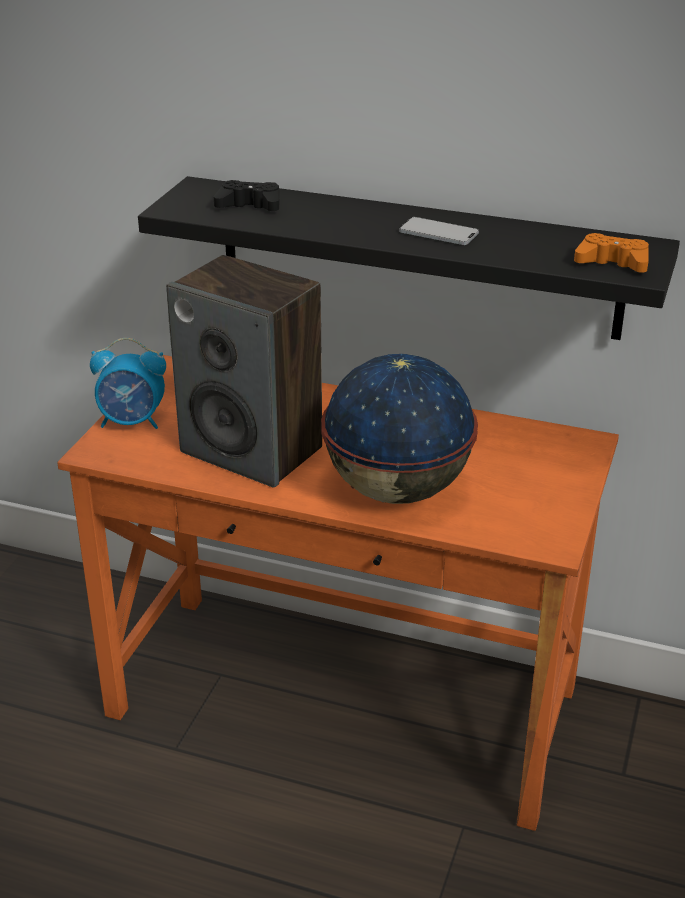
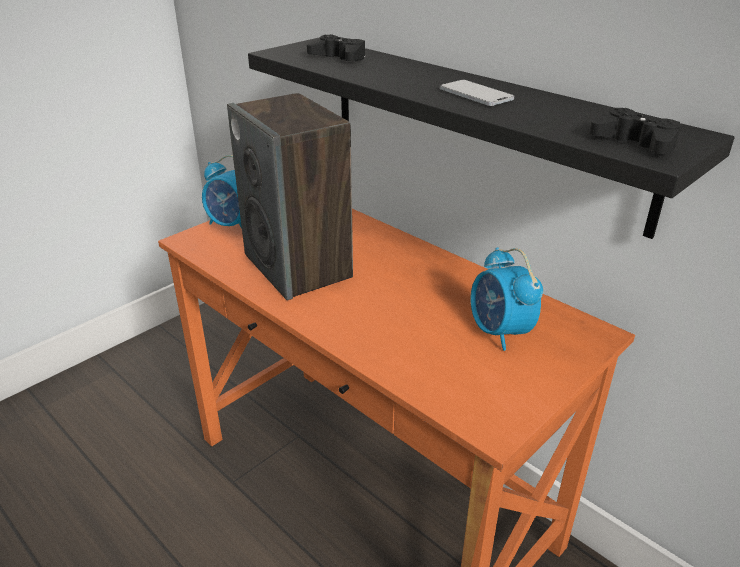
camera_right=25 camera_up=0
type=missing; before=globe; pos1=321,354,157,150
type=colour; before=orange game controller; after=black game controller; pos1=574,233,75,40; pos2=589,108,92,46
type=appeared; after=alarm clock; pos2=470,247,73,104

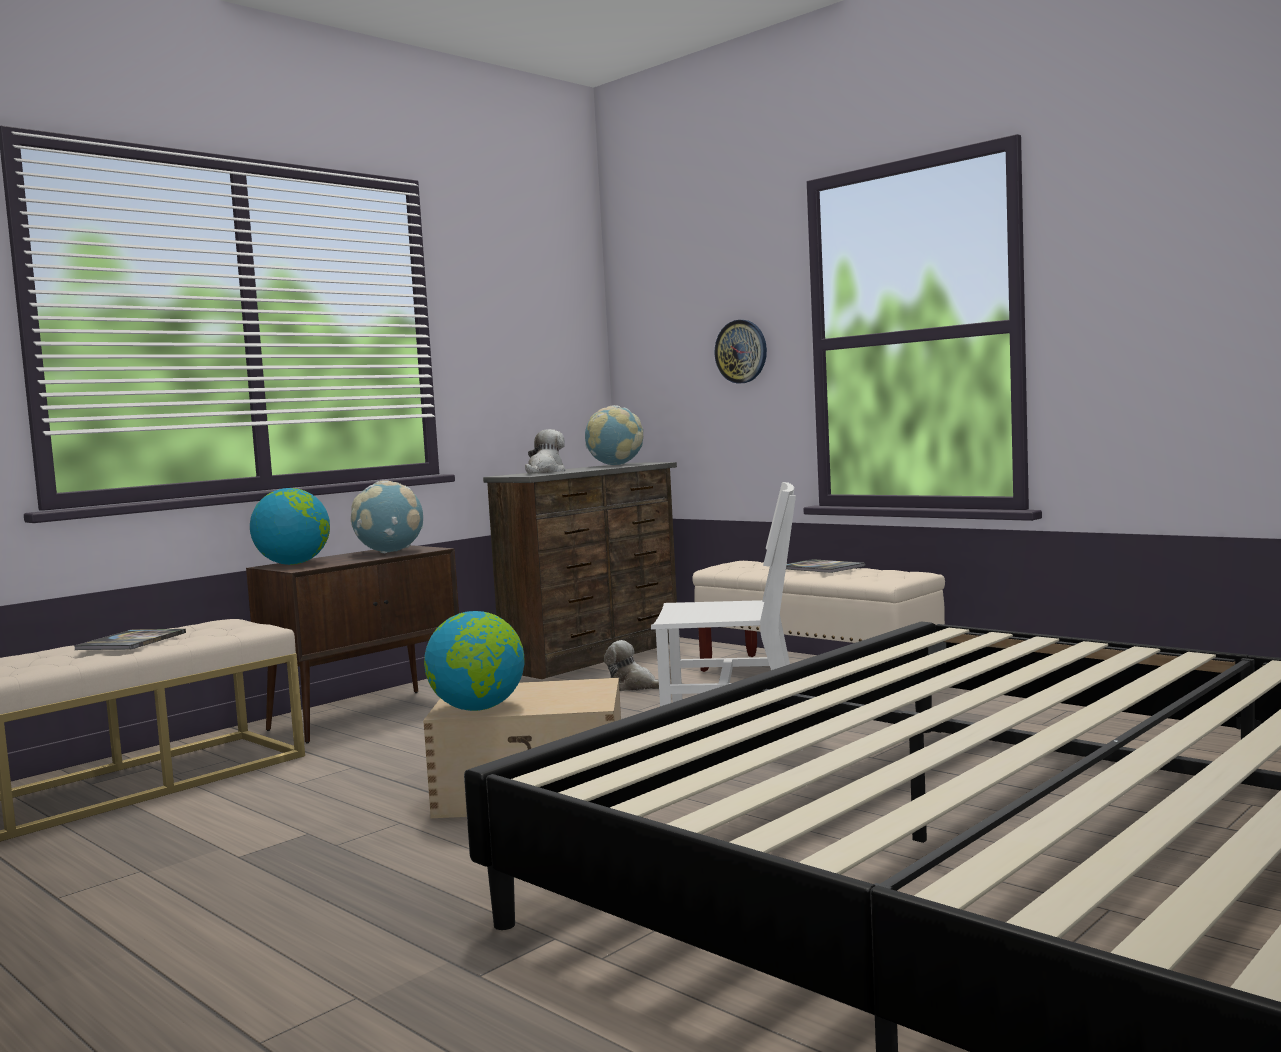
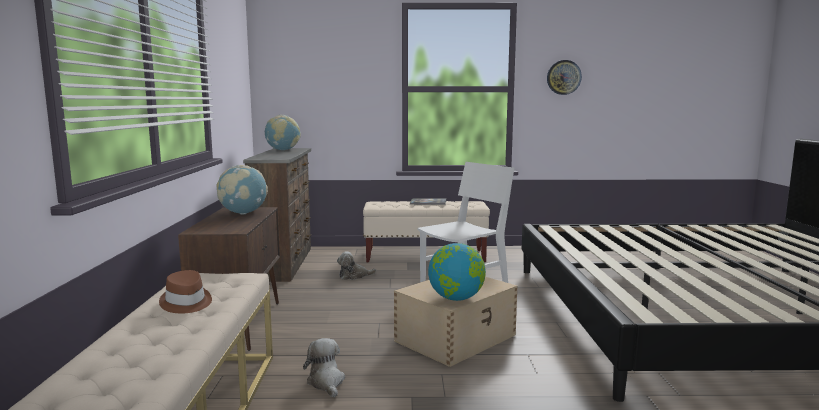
camera_right=-45 camera_up=5
type=exchanged; before=book; after=brown hat; pos1=74,629,112,21; pos2=159,270,53,43
type=missing; before=globe; pos1=250,488,80,77
type=relocated; before=plush toy; pos1=525,429,40,45; pos2=303,338,42,60
type=relocated; before=wall clock; pos1=715,320,52,64; pos2=547,60,35,35

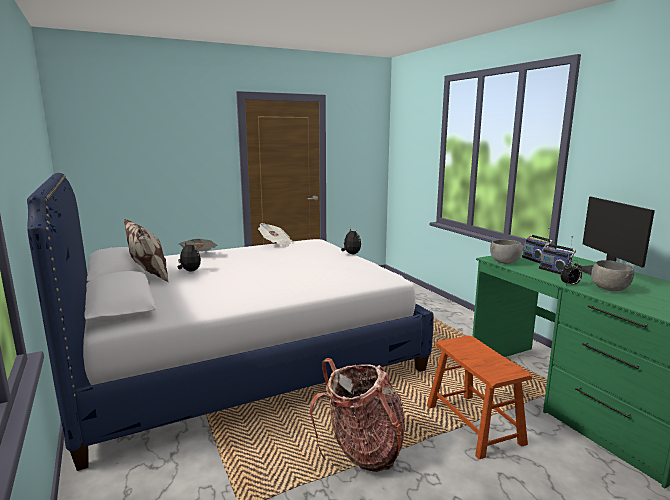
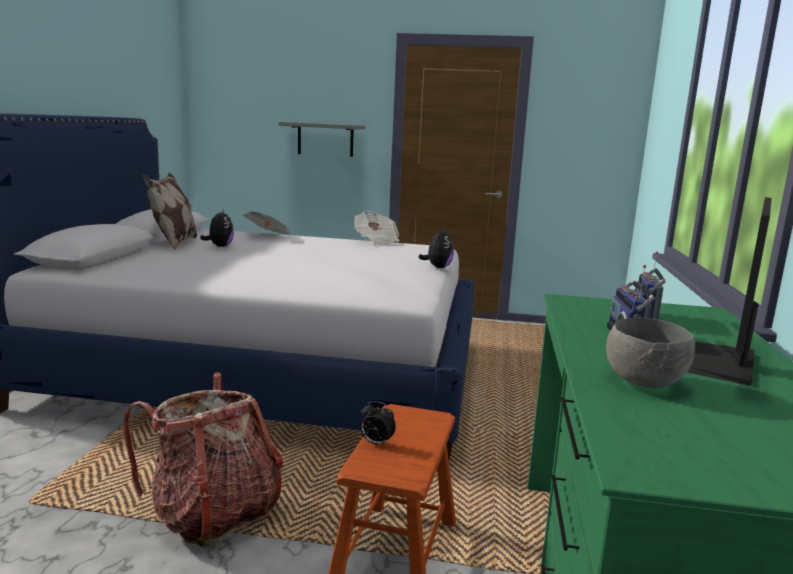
camera_right=35 camera_up=0
type=missing; before=grey bowl; pos1=490,239,32,25
type=relocated; before=alarm clock; pos1=561,260,21,25; pos2=361,401,35,46
type=appeared; after=grey shelf; pos2=278,122,87,35

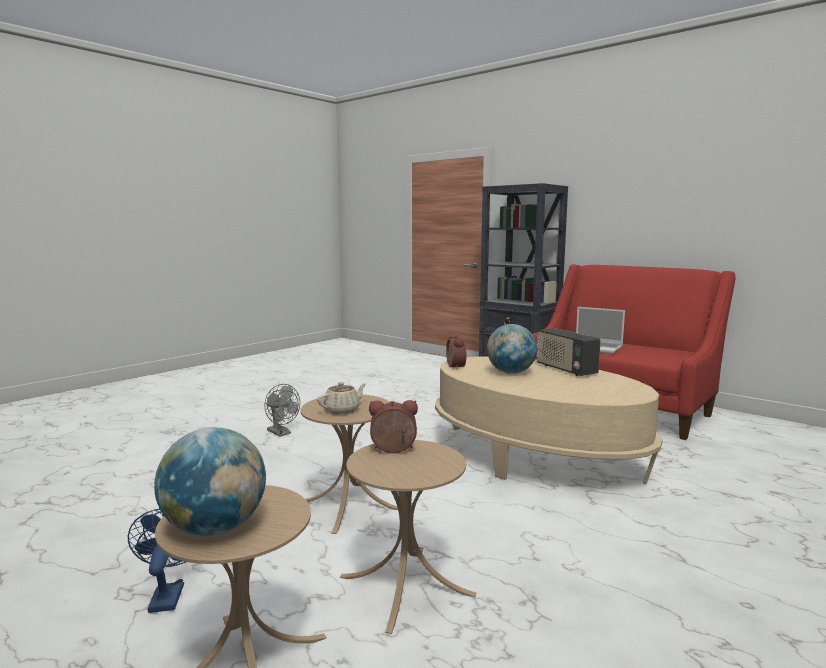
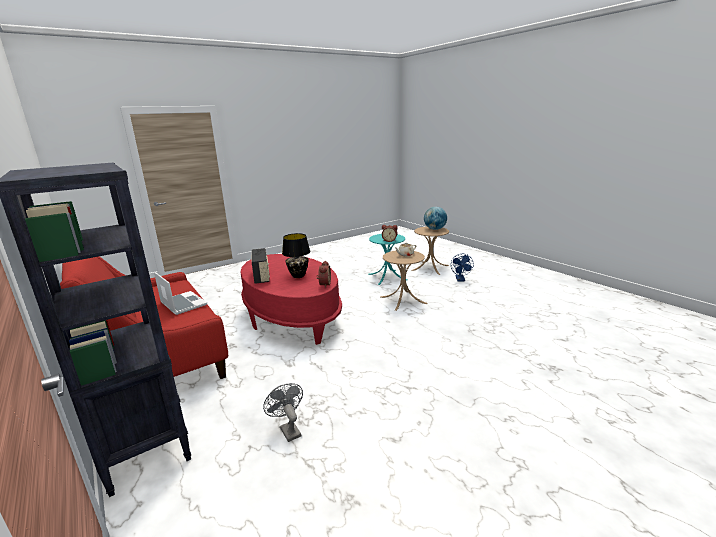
camera_right=-165 camera_up=10
type=relocated; before=grey fan; pos1=264,384,36,53; pos2=263,383,40,59
type=colour; before=beige side table; after=turquoise side table; pos1=340,440,136,194; pos2=368,234,40,51
type=colour; before=beige coffee table; after=red coffee table; pos1=435,356,228,128; pos2=240,254,102,91
type=exchanged; before=globe; after=black table lamp; pos1=487,324,50,50; pos2=282,233,28,45

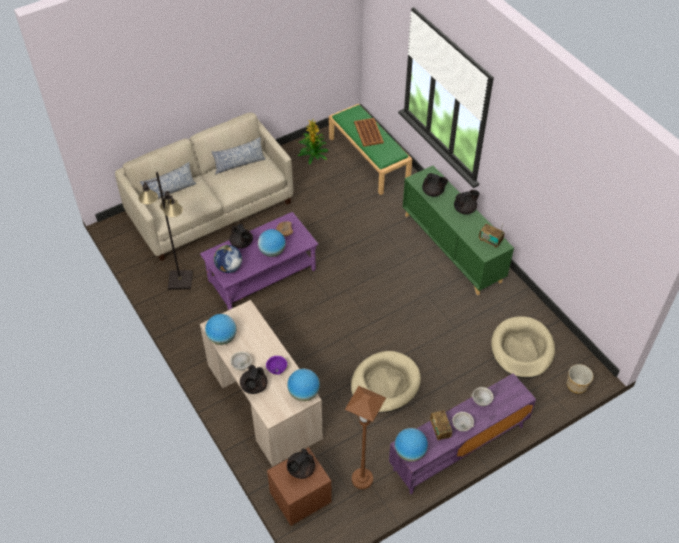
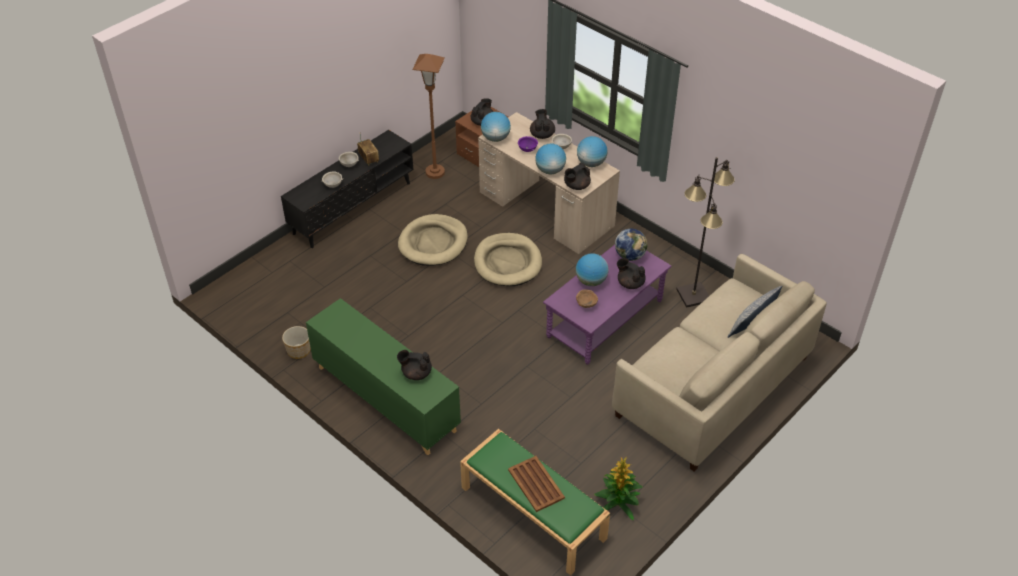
camera_right=165 camera_up=-5
type=missing; before=pillow; pos1=212,137,54,37
type=colour; before=purple tv stand; after=black tv stand; pos1=389,373,147,121; pos2=281,130,132,118
type=relocated; before=globe; pos1=395,428,33,34; pos2=535,144,31,30
type=relocated; before=black teapot; pos1=454,190,25,24; pos2=564,162,27,28
type=missing; before=radio; pos1=479,223,26,25
type=relocated; before=beige dog bed; pos1=491,316,64,62; pos2=474,233,68,53
type=relocated; before=planter; pos1=567,364,26,30; pos2=282,326,29,33

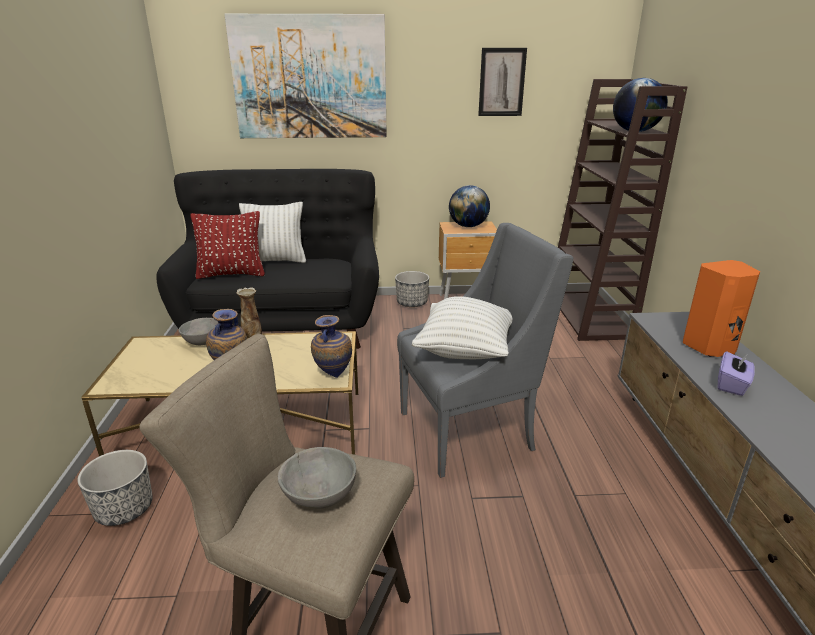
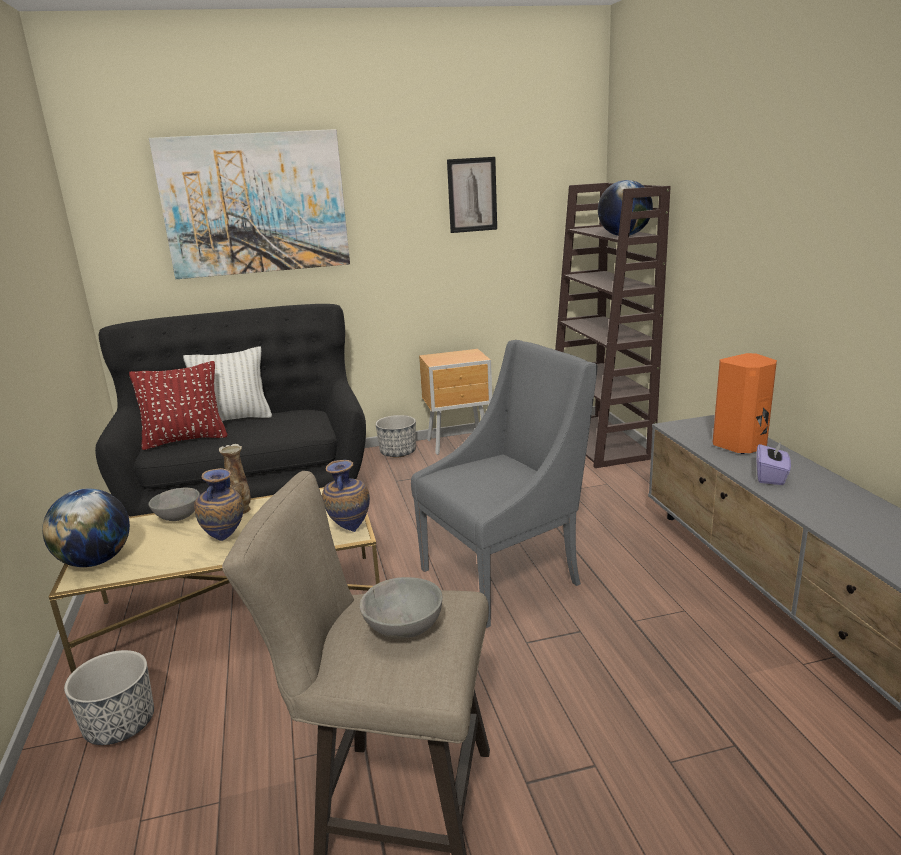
camera_right=-10 camera_up=-5
type=missing; before=white pillow; pos1=412,296,101,63
type=relocated; before=globe; pos1=449,185,41,42; pos2=42,489,88,78

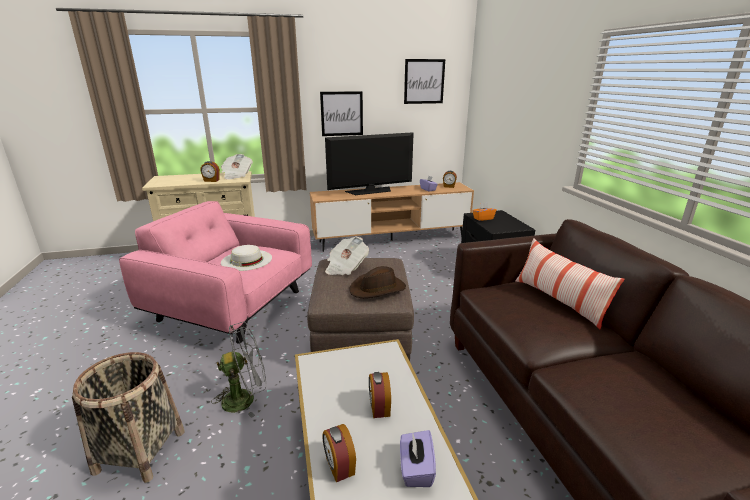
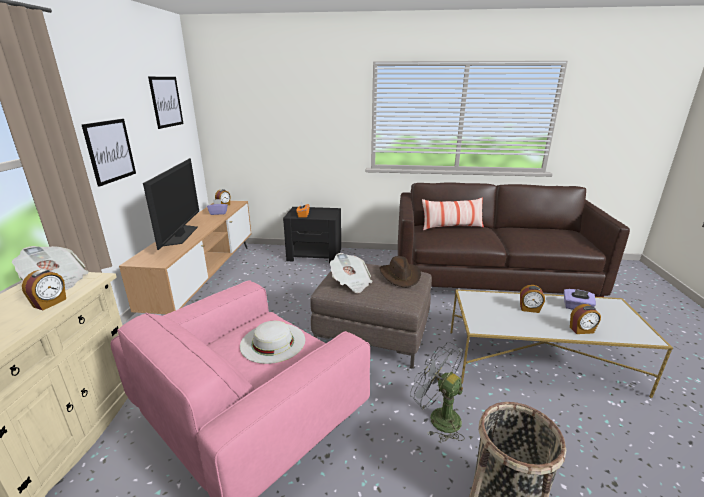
camera_right=-70 camera_up=0
type=spun; before=grey fan; pos1=211,322,55,96; pos2=410,342,55,100; turn=-45

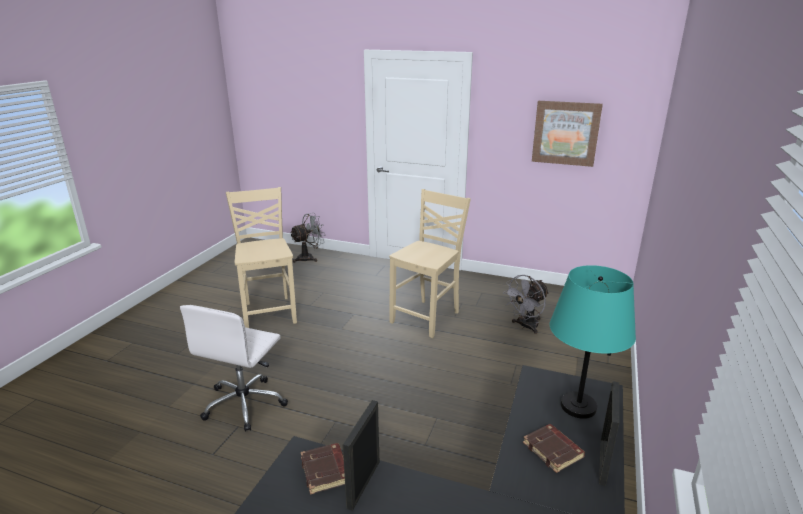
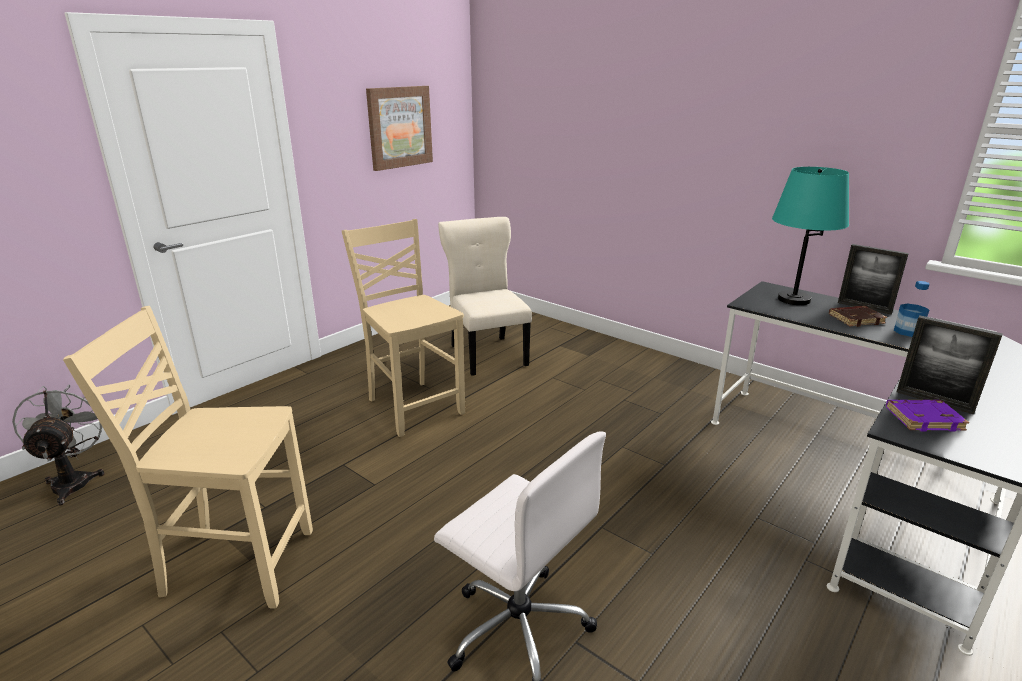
camera_right=-70 camera_up=0
type=colour; before=brown book; after=purple book; pos1=300,443,45,52; pos2=886,400,83,32
type=exchanged; before=grey fan; after=beige chair; pos1=503,275,46,59; pos2=438,217,94,159
type=appeared; after=bottle; pos2=894,281,36,56

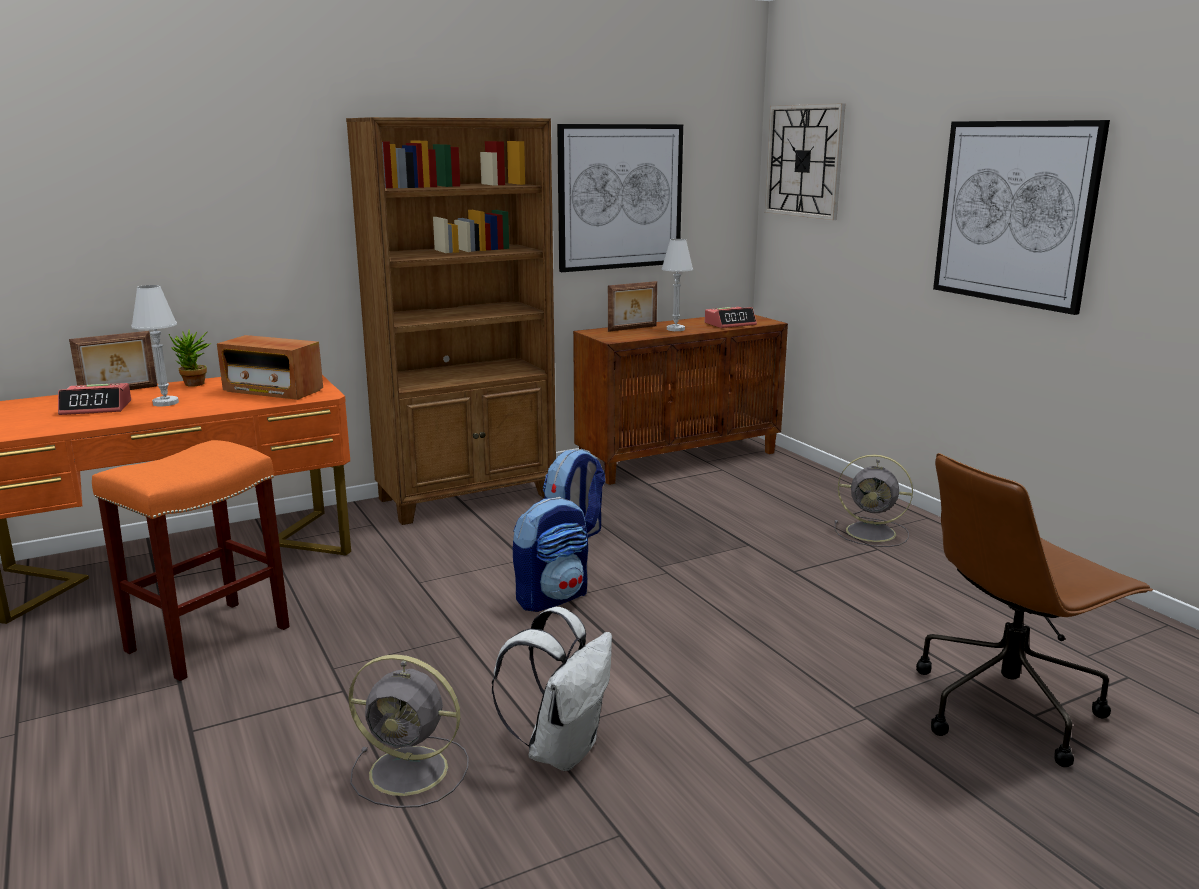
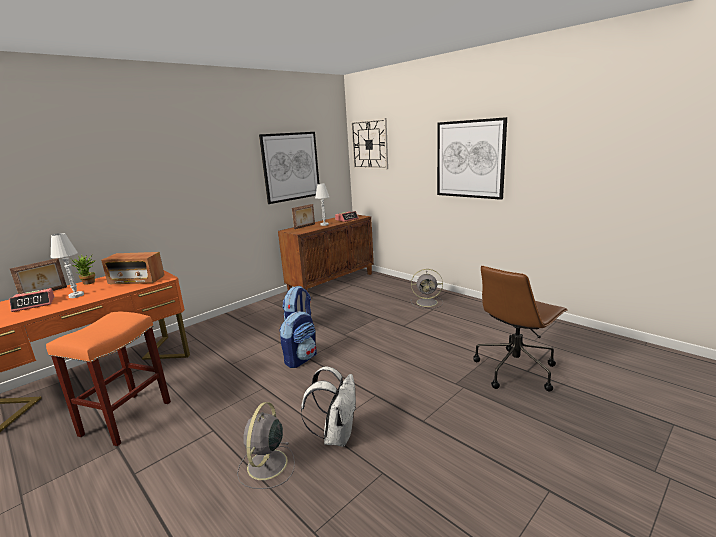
camera_right=-15 camera_up=0
type=missing; before=brown bookcase; pos1=346,117,210,408
type=spun; before=grey fan; pos1=349,654,120,154; pos2=237,402,58,87; turn=105

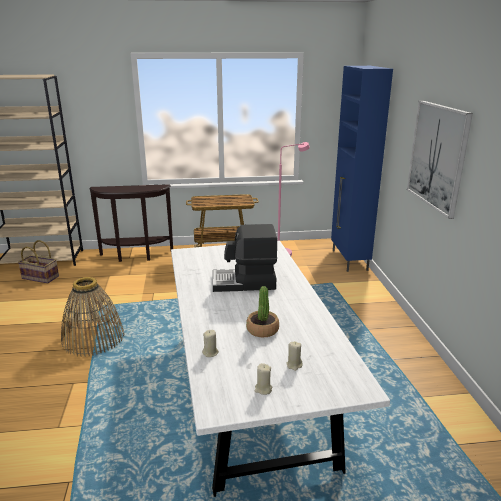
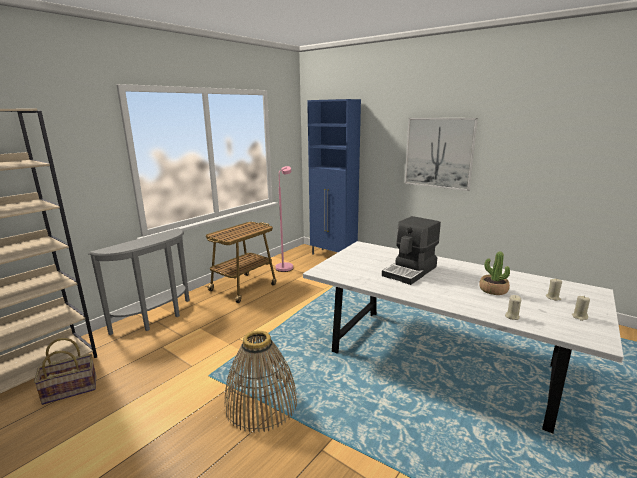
camera_right=-45 camera_up=-5
type=colour; before=brown console table; after=grey console table; pos1=89,184,84,78; pos2=89,228,101,107

